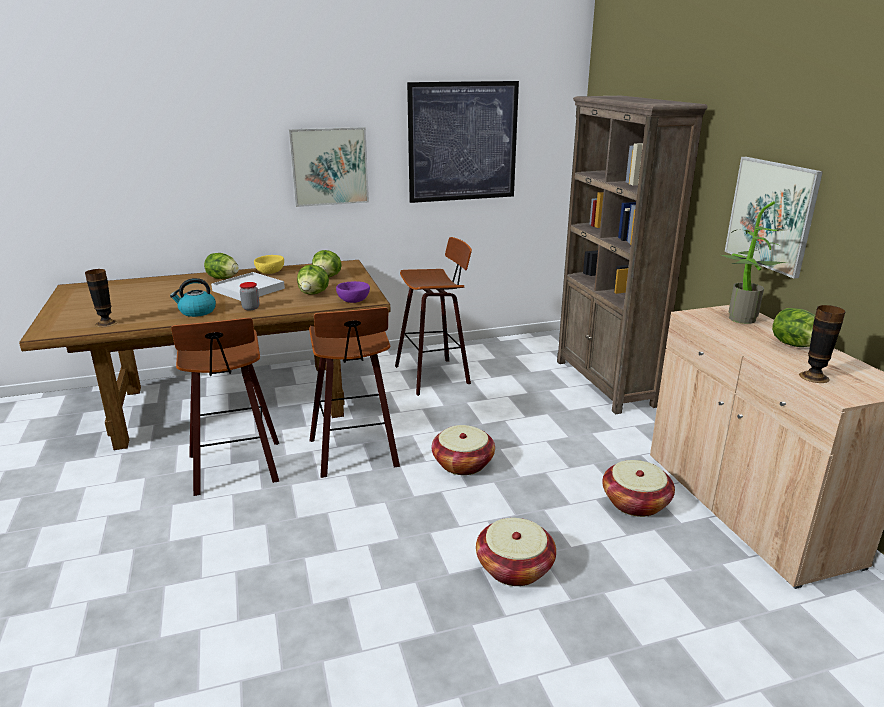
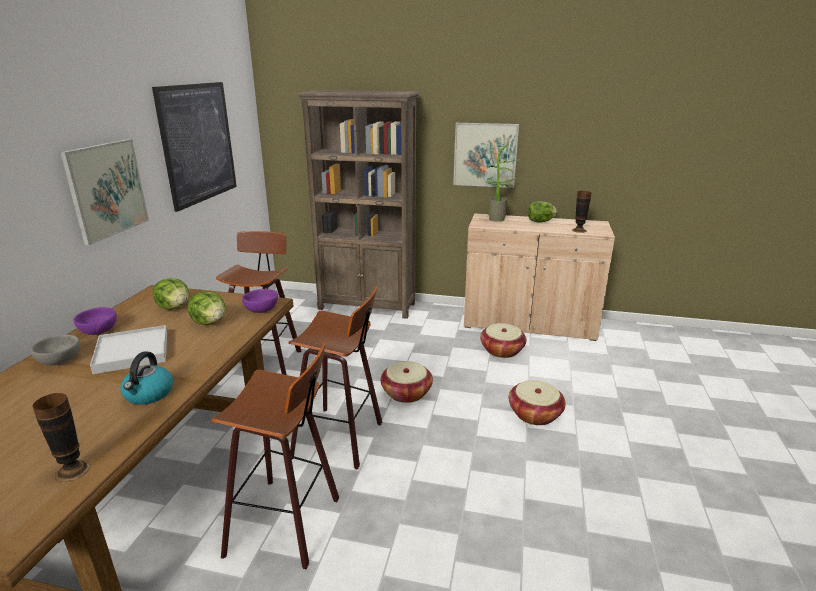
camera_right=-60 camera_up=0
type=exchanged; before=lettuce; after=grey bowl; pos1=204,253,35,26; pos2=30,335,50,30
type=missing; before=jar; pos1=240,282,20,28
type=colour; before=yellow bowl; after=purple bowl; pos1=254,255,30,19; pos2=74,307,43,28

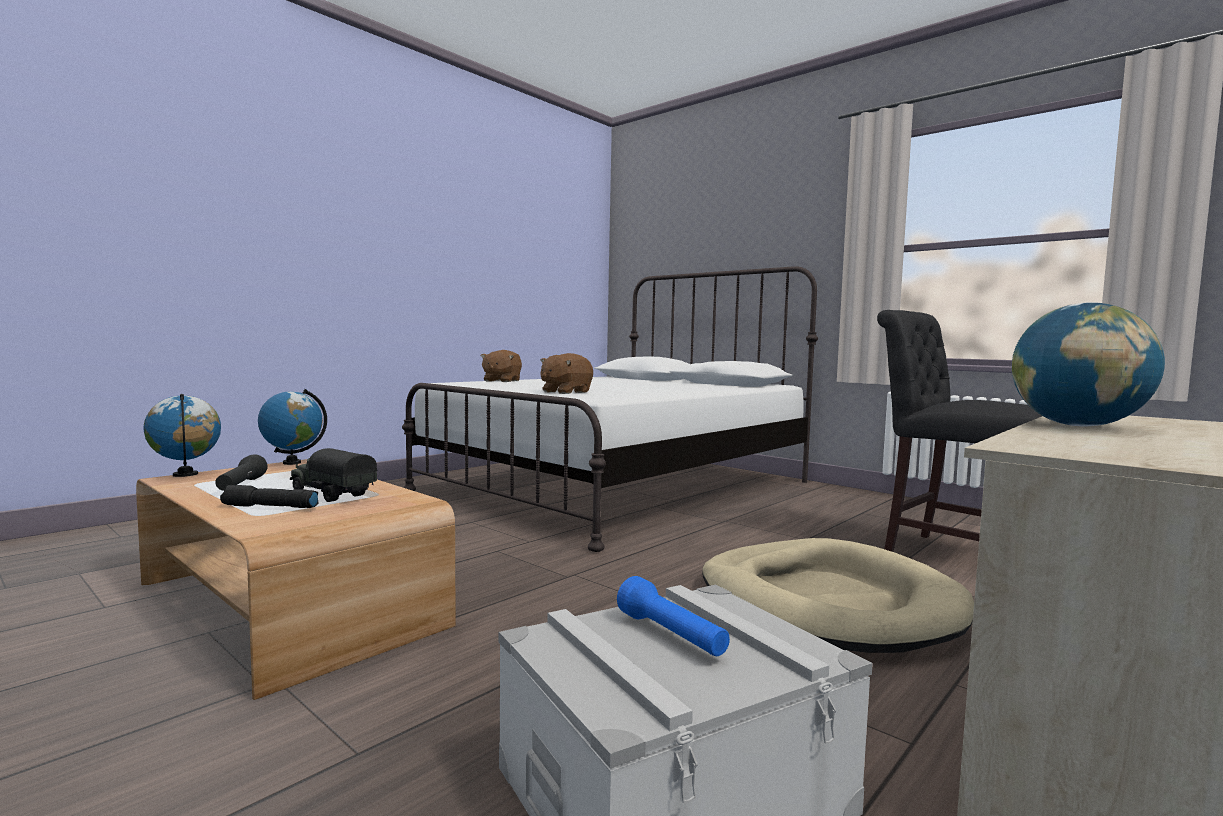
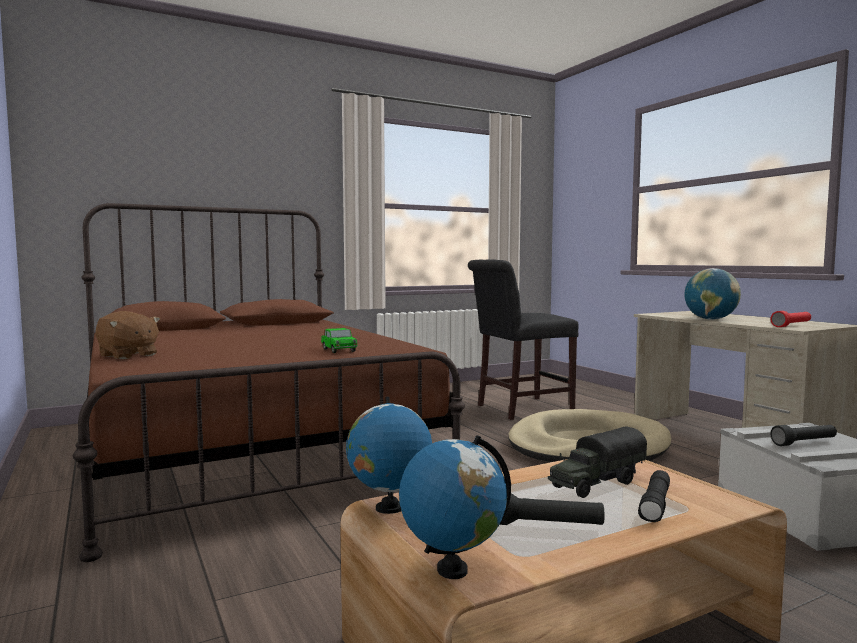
camera_right=-70 camera_up=0
type=colour; before=white bed; after=brown bed; pos1=402,266,416,286; pos2=73,203,392,359
type=exchanged; before=brown plush toy; after=toy car; pos1=540,353,53,41; pos2=321,328,37,25
type=colour; before=blue flashlight; after=black flashlight; pos1=617,576,113,80; pos2=771,425,66,21
type=appeared; after=red flashlight; pos2=770,311,41,16

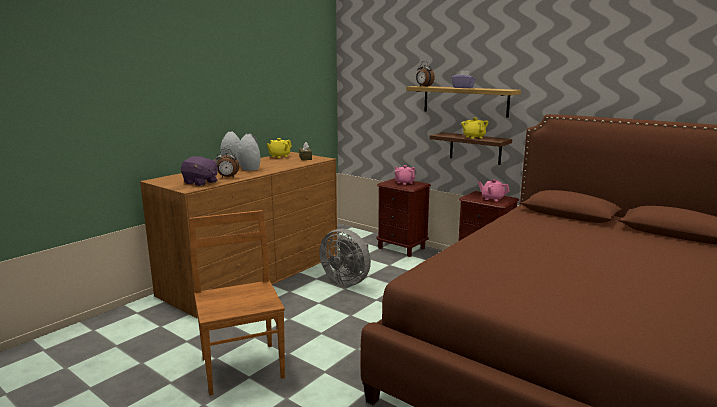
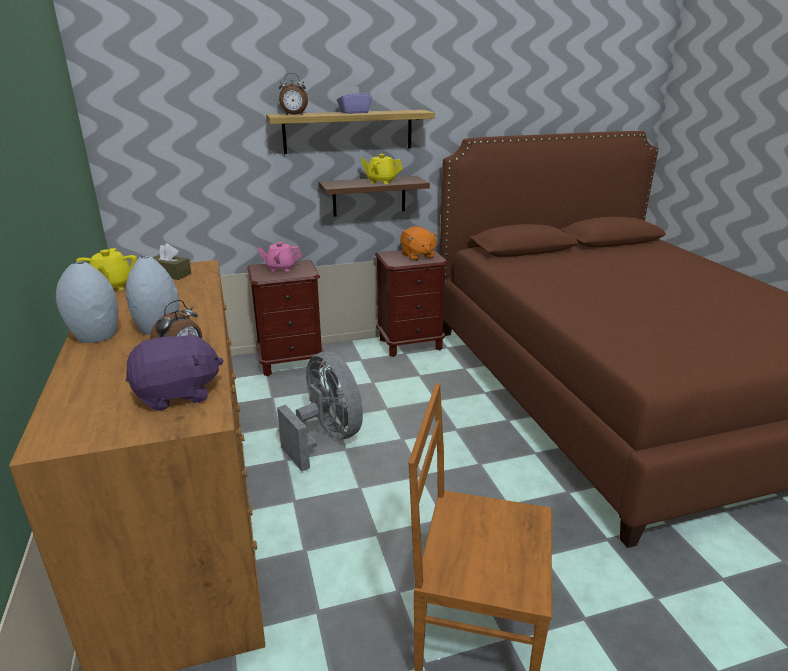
camera_right=-55 camera_up=10
type=spun; before=grey fan; pos1=319,229,52,57; pos2=277,352,86,119; turn=-105
type=exchanged; before=pink teapot; after=orange plush toy; pos1=478,179,32,22; pos2=400,226,38,35

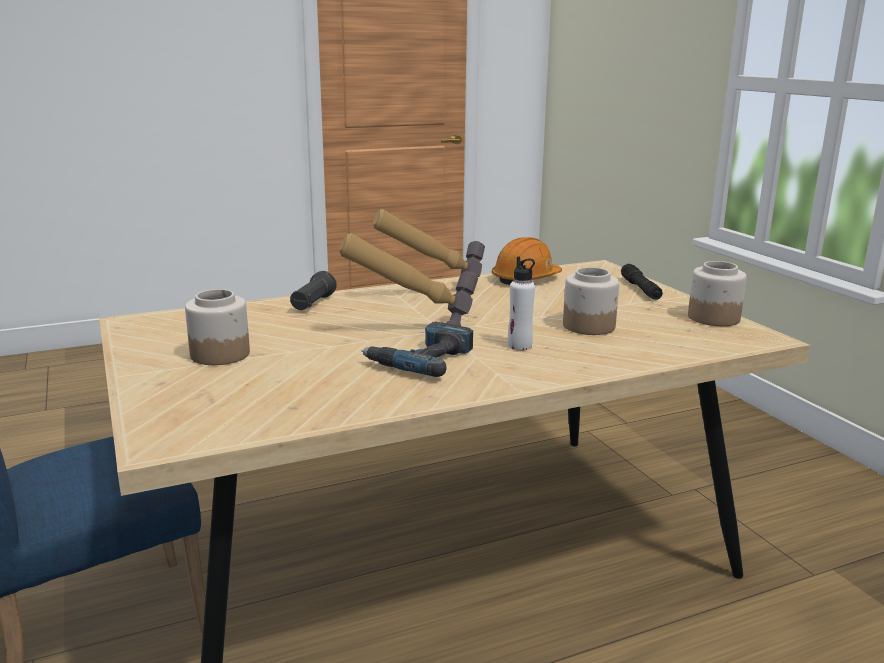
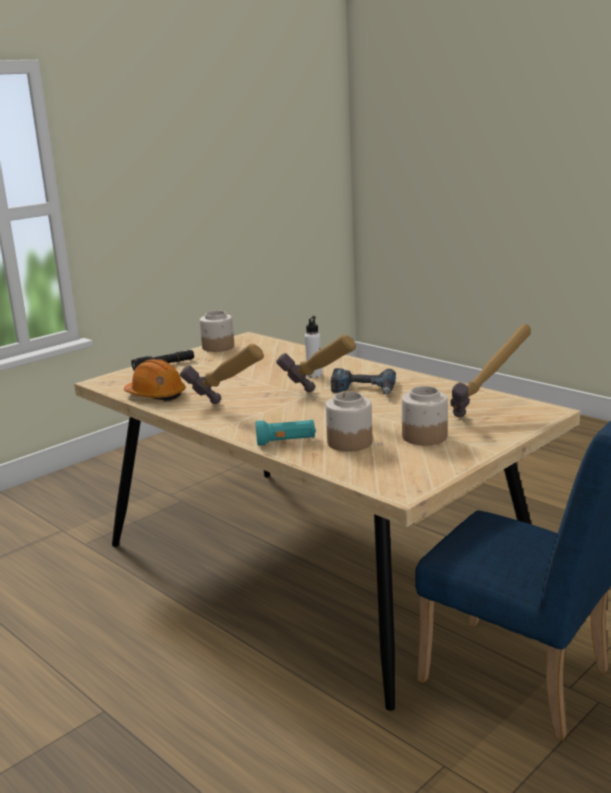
camera_right=-110 camera_up=0
type=colour; before=black flashlight; after=turquoise flashlight; pos1=290,271,47,39; pos2=255,420,61,26
type=relocated; before=jar; pos1=563,267,56,68; pos2=326,392,46,59
type=appeared; after=hammer; pos2=450,324,81,93

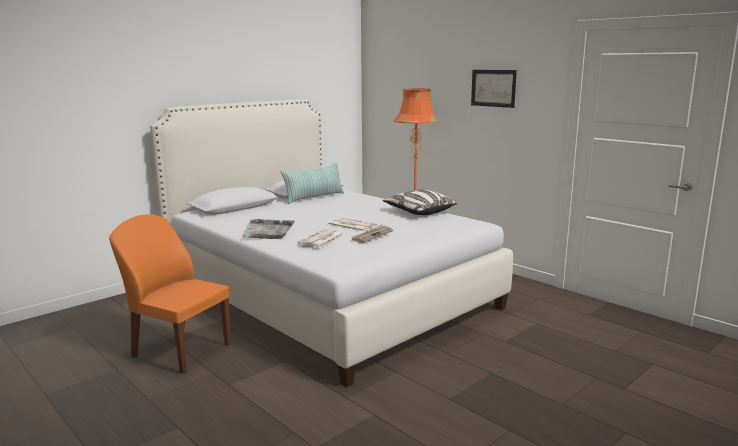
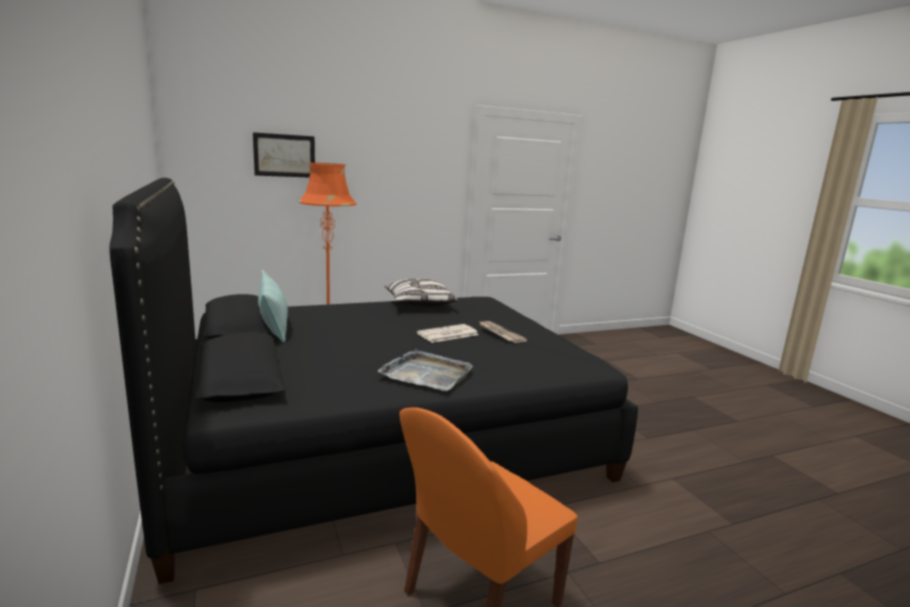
camera_right=-70 camera_up=0
type=colour; before=white bed; after=black bed; pos1=150,99,363,288; pos2=109,178,529,406
type=missing; before=newspaper; pos1=298,229,47,19
type=relocated; before=picture; pos1=471,70,46,38; pos2=253,132,62,46

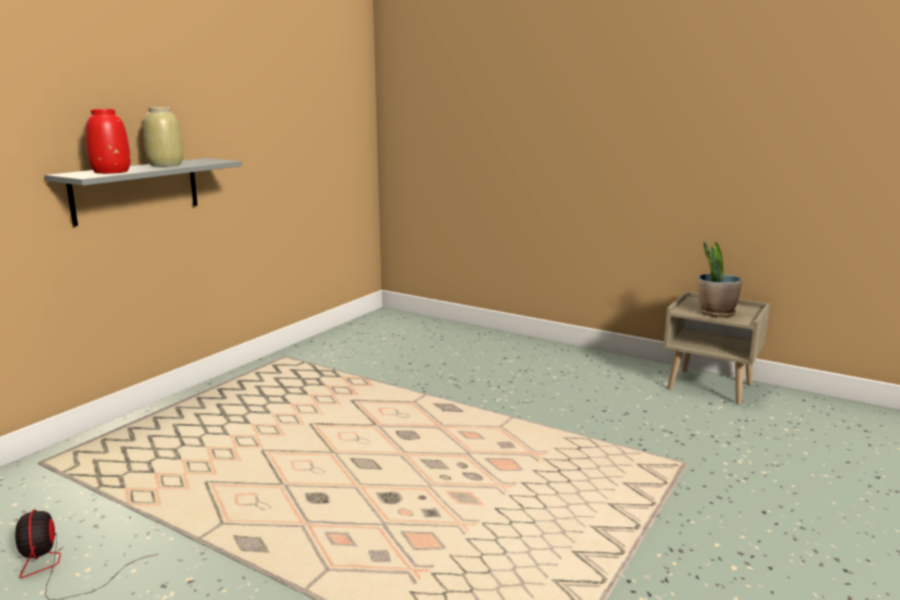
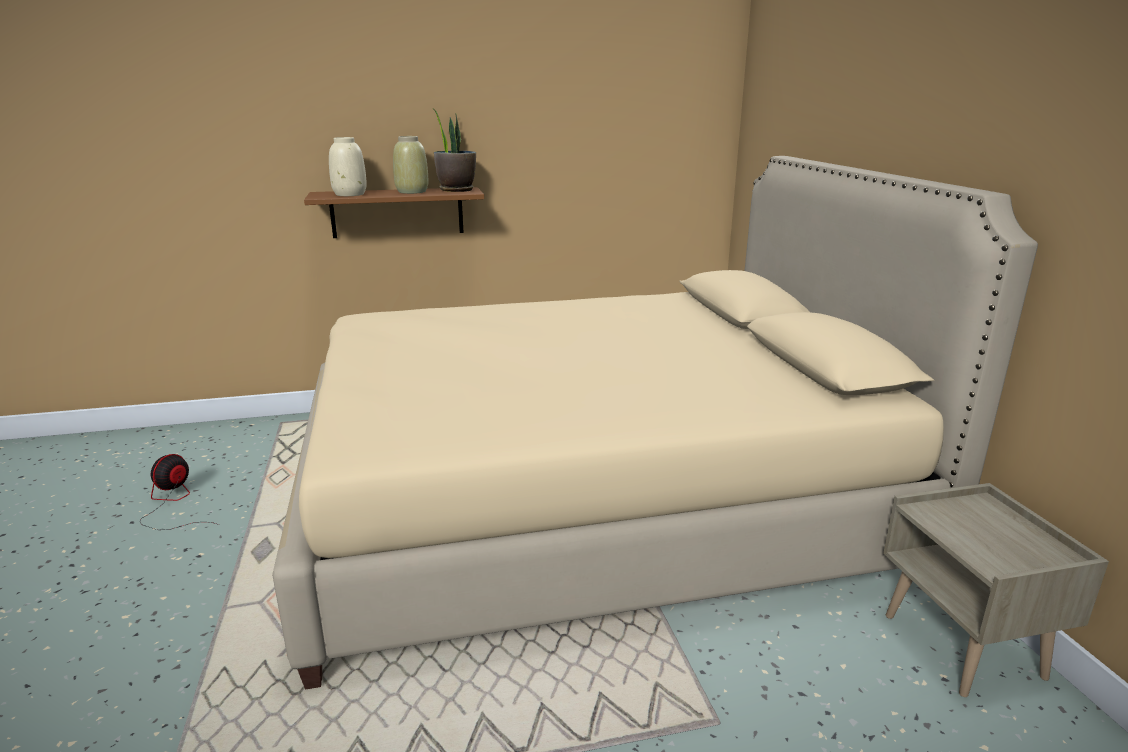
camera_right=45 camera_up=5
type=colour; before=grey shelf; after=brown shelf; pos1=45,158,197,68; pos2=304,187,180,51
type=colour; before=red vase; after=beige vase; pos1=85,109,46,65; pos2=329,137,38,59
type=relocated; before=potted plant; pos1=698,241,44,76; pos2=433,109,43,83
type=appeared; after=beige bed; pos2=272,156,766,534

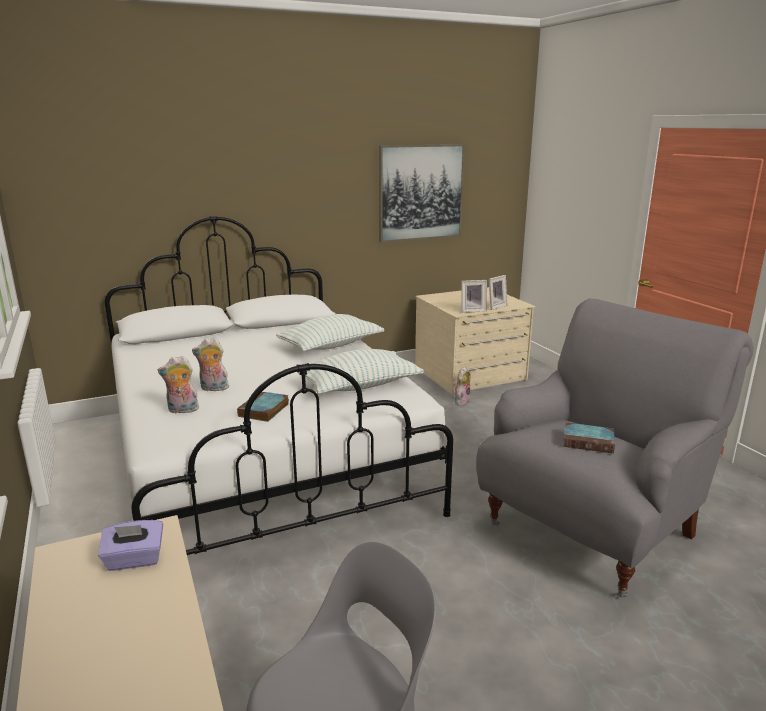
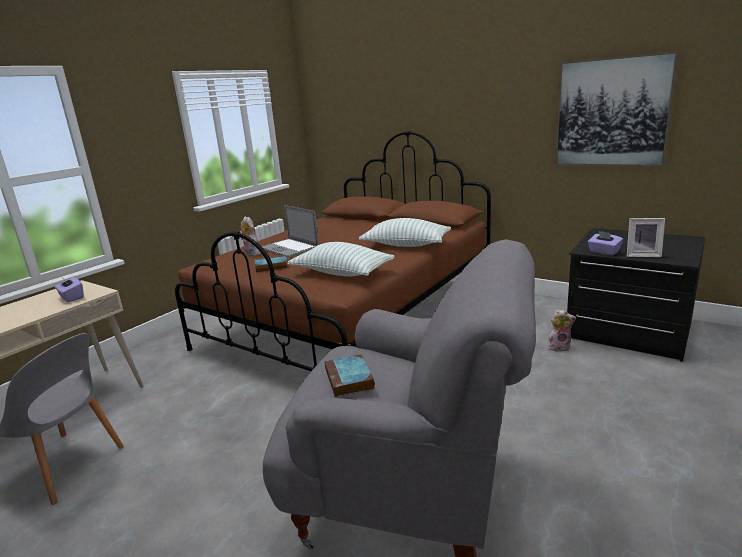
camera_right=60 camera_up=0
type=colour; before=white bed; after=brown bed; pos1=105,216,348,339; pos2=175,131,316,240
type=exchanged; before=plush toy; after=laptop; pos1=192,338,37,53; pos2=262,205,57,53
type=colour; before=beige dresser; after=black dresser; pos1=415,287,121,108; pos2=567,228,139,134
type=exchanged; before=picture frame; after=purple tissue box; pos1=461,280,26,33; pos2=588,231,35,24

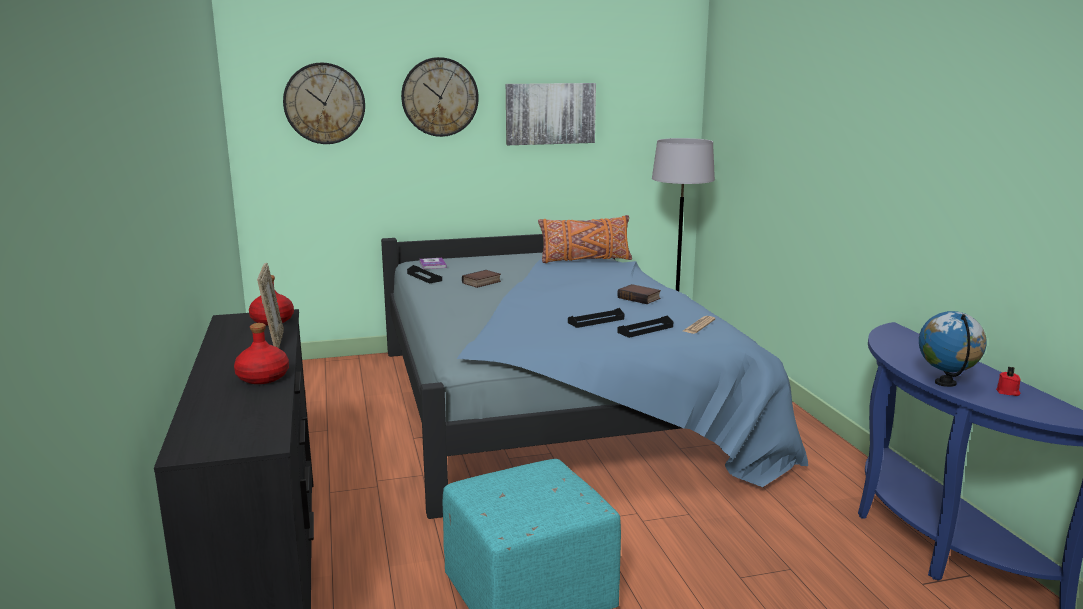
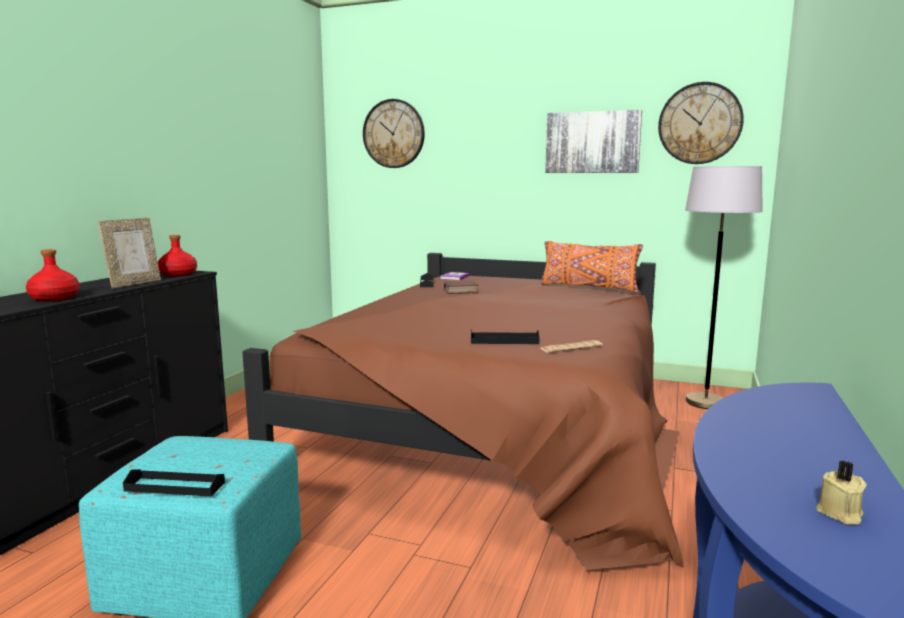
camera_right=35 camera_up=-5
type=colour; before=blue bed; after=brown bed; pos1=381,234,427,285; pos2=242,253,442,317
type=relocated; before=wall clock; pos1=401,57,78,80; pos2=658,82,86,82
type=relocated; before=black tray; pos1=568,308,56,20; pos2=123,469,102,27
type=missing; before=book; pos1=617,284,44,20
type=missing; before=globe; pos1=919,311,68,76
type=colour; before=red candle; after=beige candle; pos1=996,367,25,29; pos2=816,461,51,64

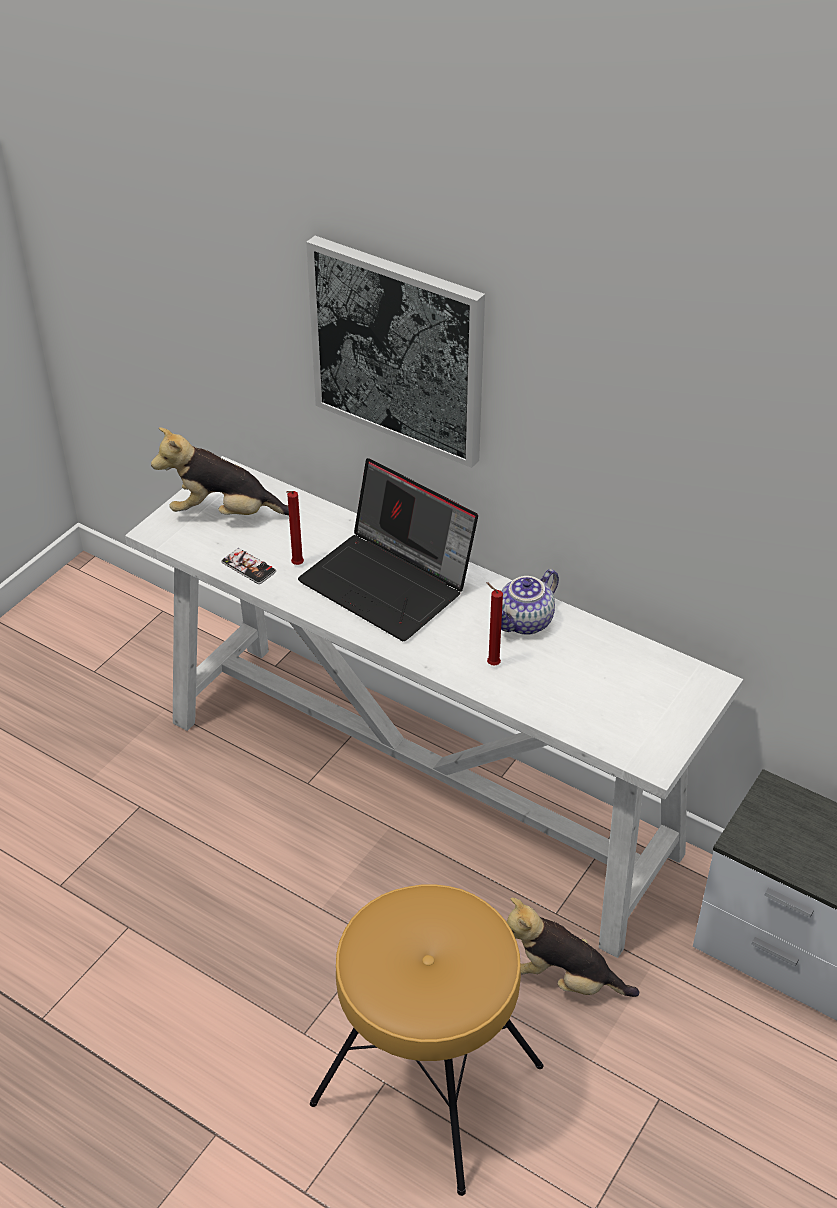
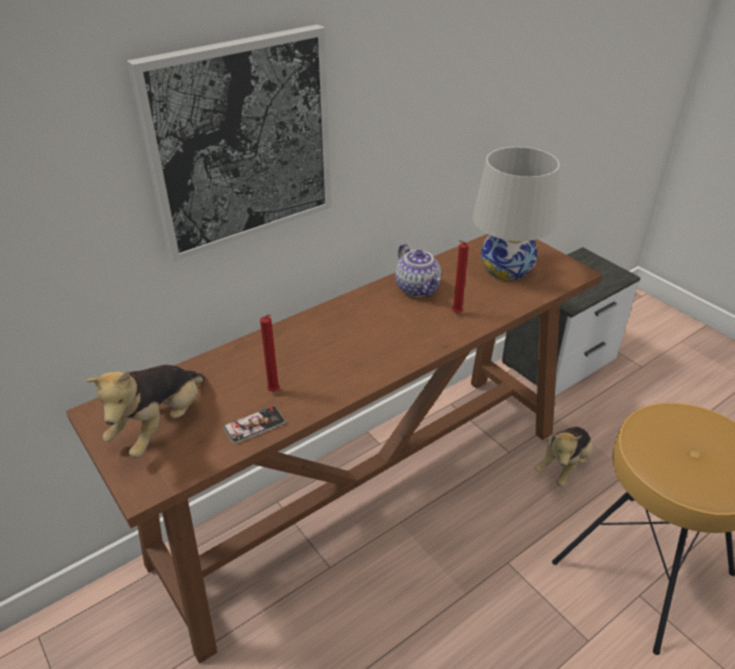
camera_right=-70 camera_up=-5
type=colour; before=white console table; after=brown console table; pos1=125,456,618,502; pos2=66,234,536,430
type=missing; before=laptop; pos1=298,458,180,183
type=appeared; after=white table lamp; pos2=473,147,87,133

